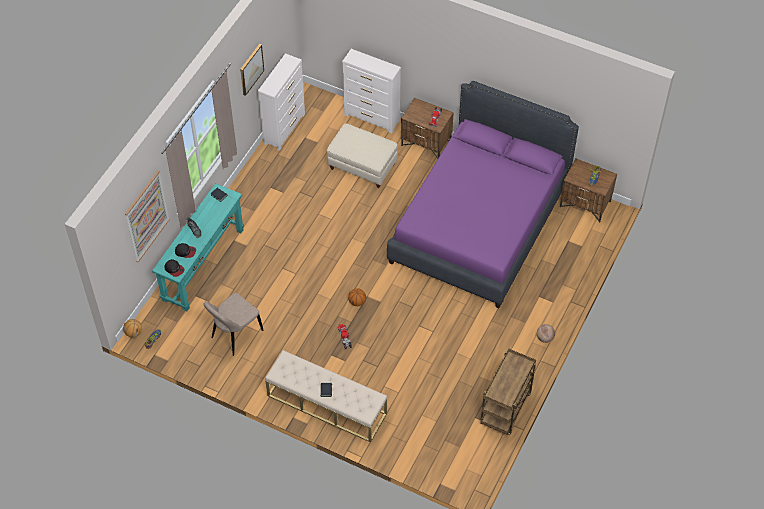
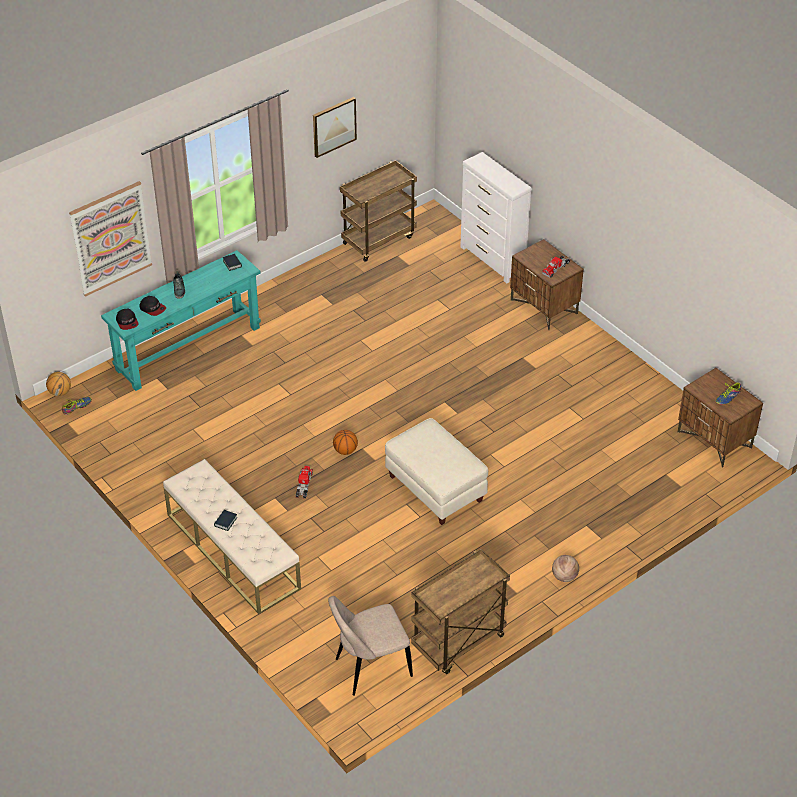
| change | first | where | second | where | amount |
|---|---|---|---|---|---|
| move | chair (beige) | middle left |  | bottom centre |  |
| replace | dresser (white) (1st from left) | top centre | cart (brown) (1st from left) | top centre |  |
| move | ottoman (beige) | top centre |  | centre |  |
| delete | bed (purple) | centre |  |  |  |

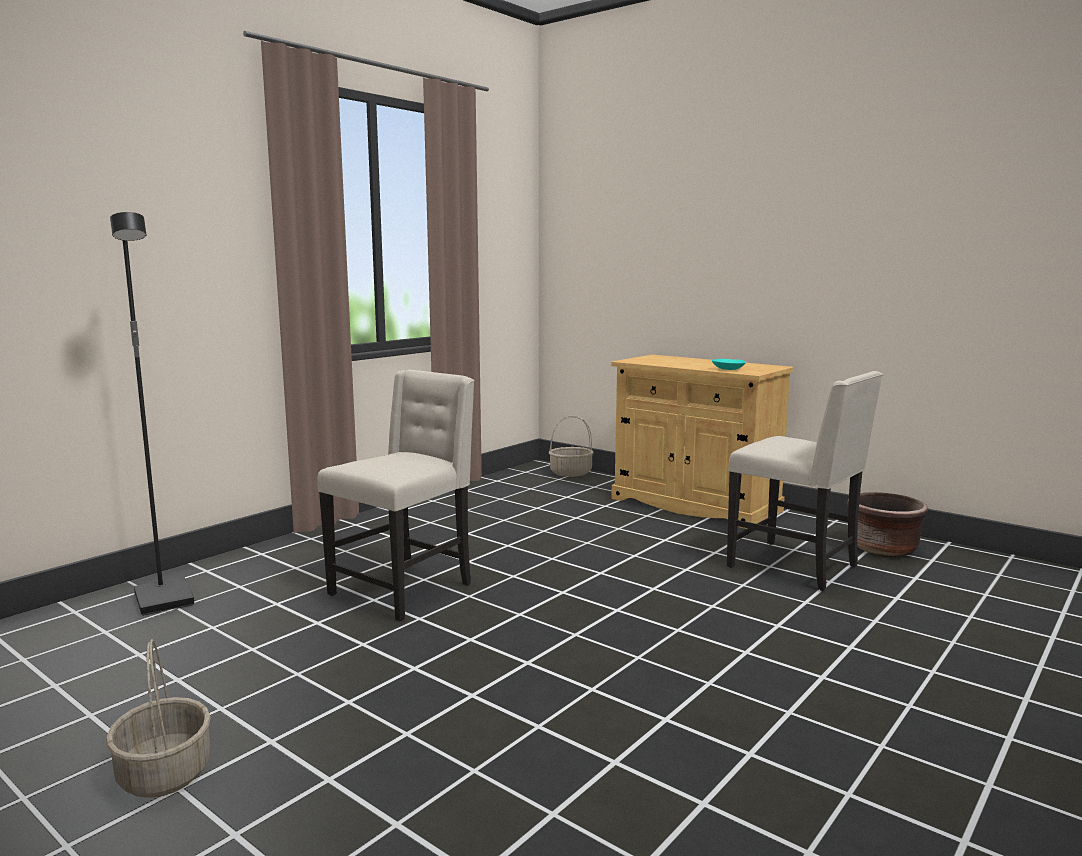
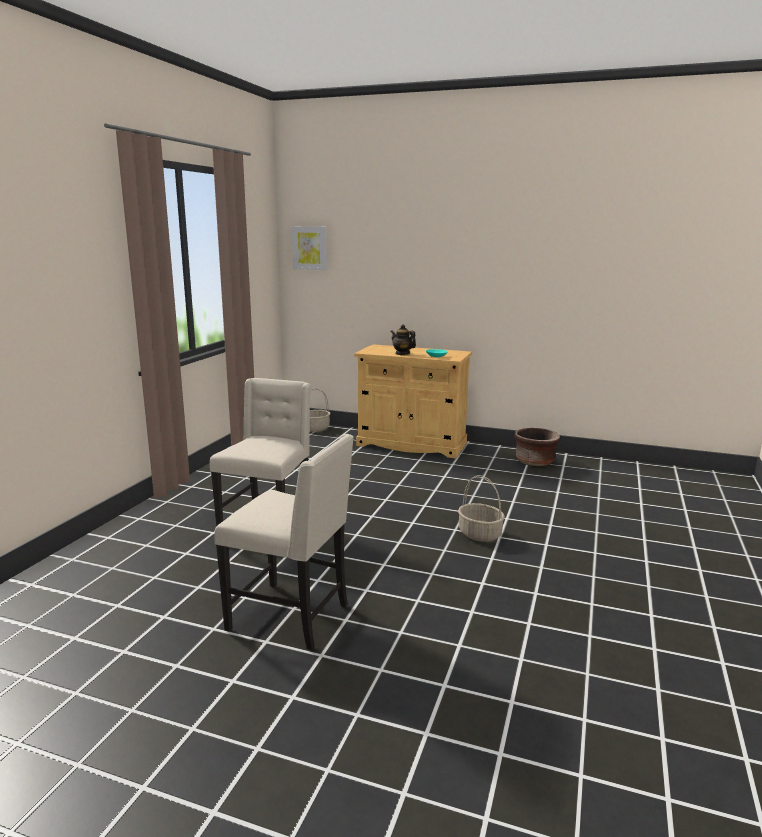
| change | first | where | second | where | amount |
|---|---|---|---|---|---|
| move | chair (beige) (2nd from left) | middle right |  | centre |  |
| insert |  |  | picture | top centre |  |
| insert |  |  | teapot | centre |  |
| move | basket (1st from left in the first image) | bottom left | basket (2nd from left) | centre |  |
| delete | floor lamp (black) | middle left |  |  |  |

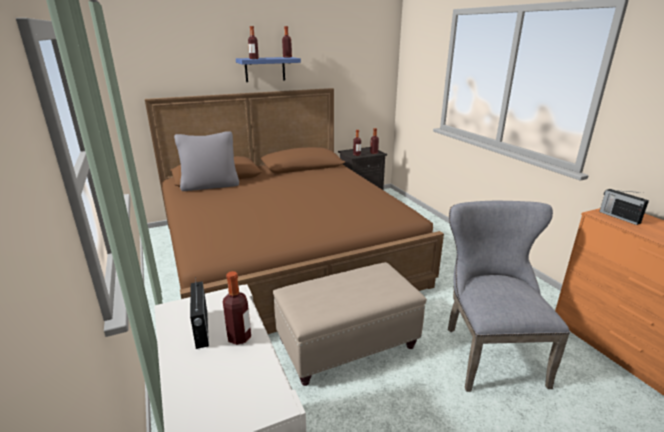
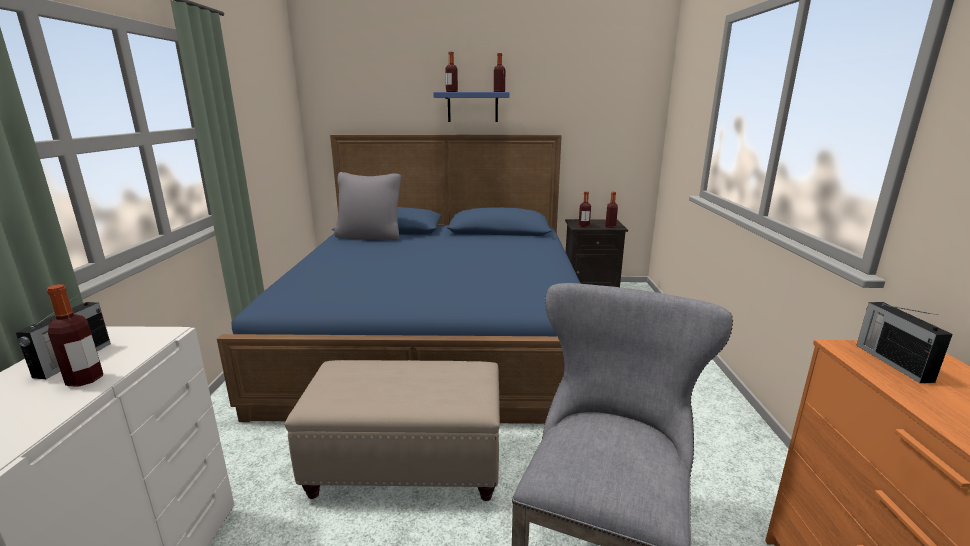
| change | first | where | second | where | amount |
|---|---|---|---|---|---|
| recolor | bed (brown) | centre | bed (blue) | centre |  |

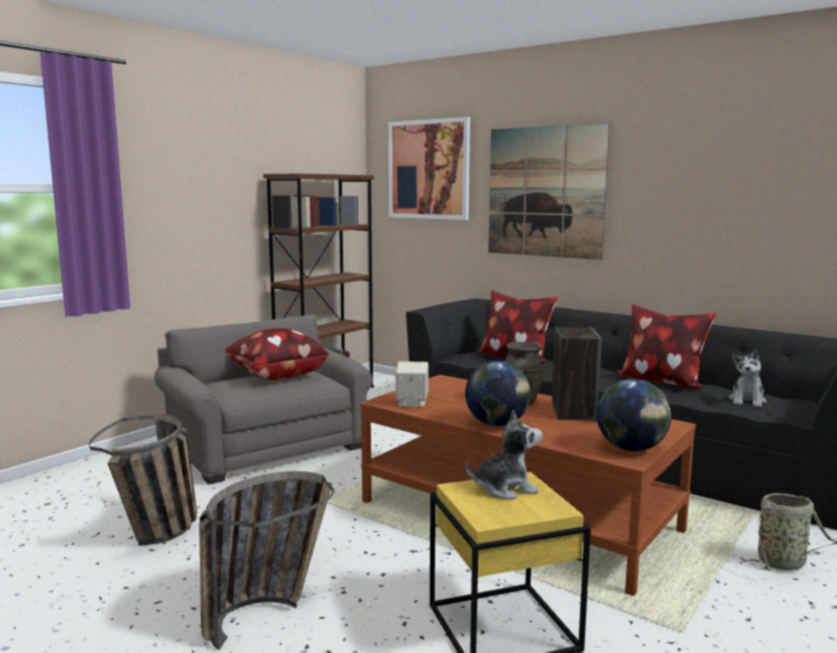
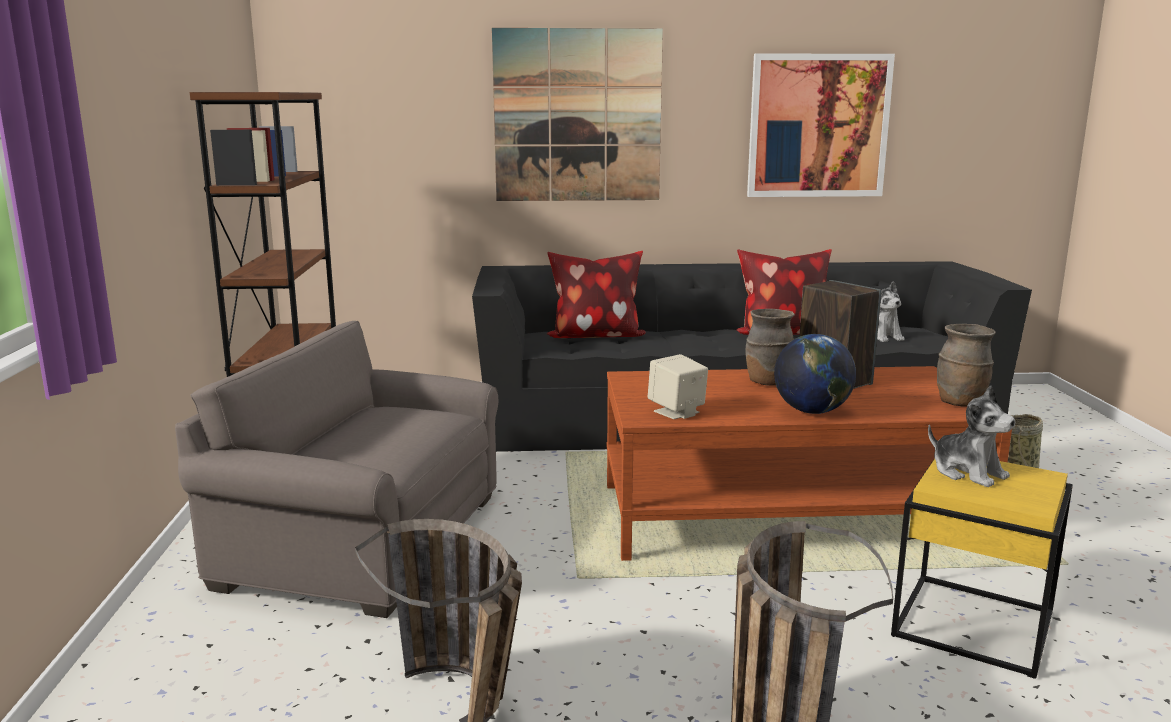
| change | first | where | second | where | amount |
|---|---|---|---|---|---|
| move | picture (1st from left in the first image) | top centre | picture (2nd from left) | top right |  |
| rotate | plush toy (1st from left in the first image) | bottom centre | plush toy (2nd from left) | middle right | 105 degrees clockwise |
| replace | globe (2nd from left) | middle right | vase (brown) (2nd from left) | middle right |  |
| delete | pillow (1st from left) | middle left |  |  |  |

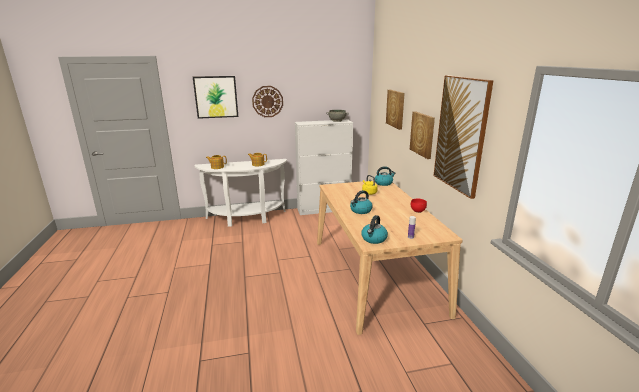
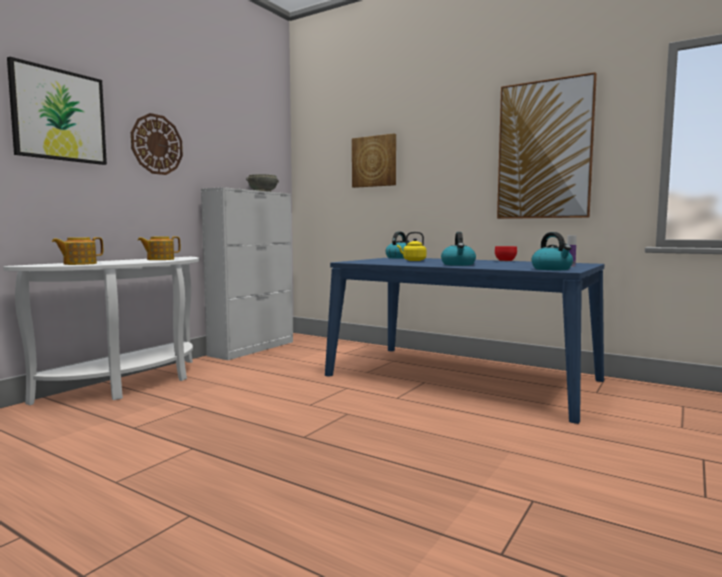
| change | first | where | second | where | amount |
|---|---|---|---|---|---|
| recolor | dining table (beige) | centre | dining table (blue) | centre |  |
| delete | picture (3rd from left) | centre |  |  |  |

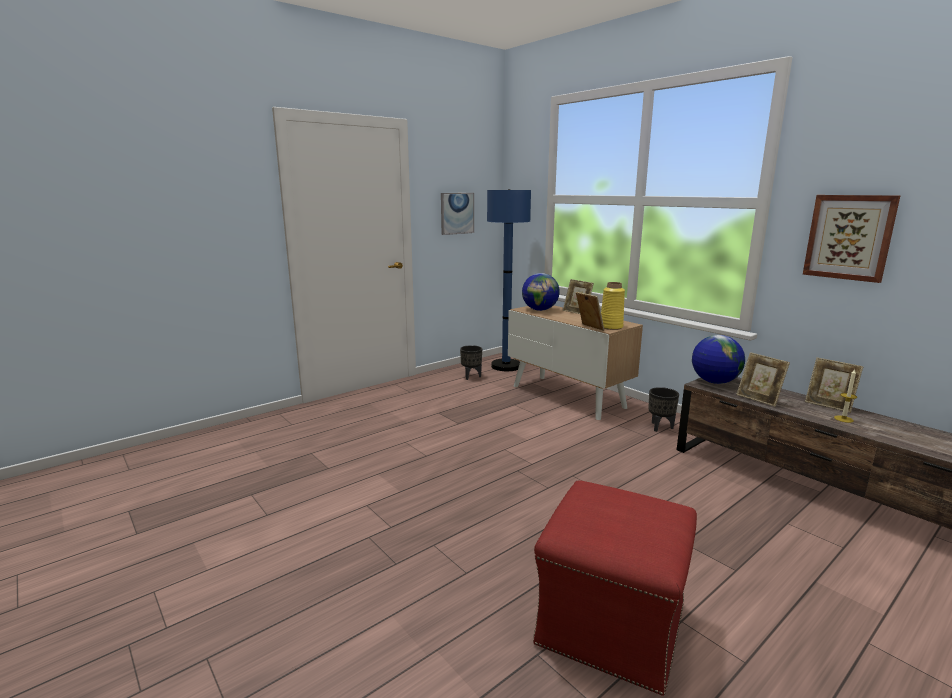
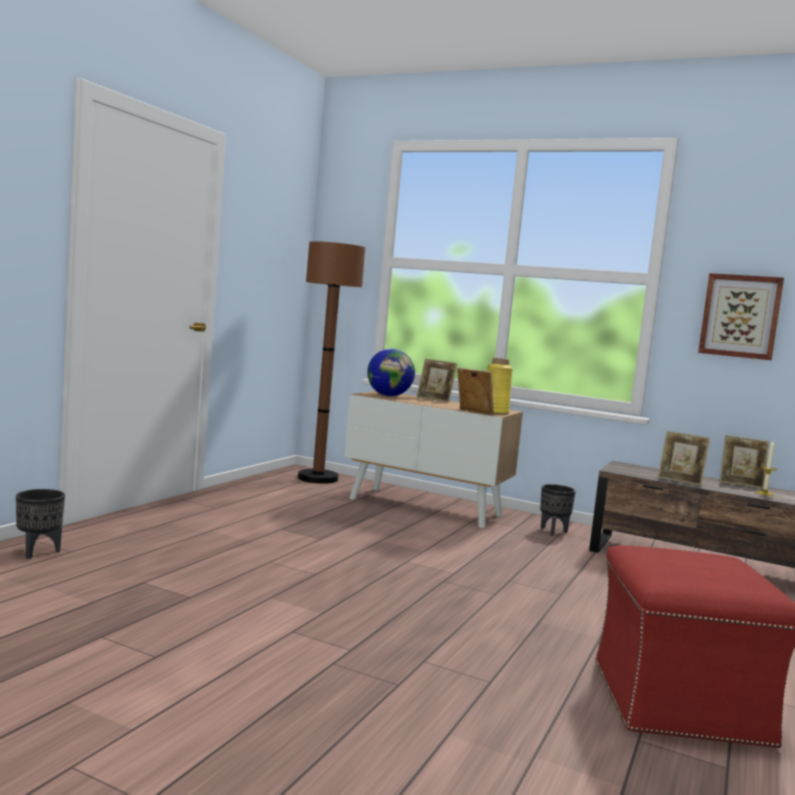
| change | first | where | second | where | amount |
|---|---|---|---|---|---|
| move | planter (black) (1st from left) | centre |  | middle left |  |
| recolor | floor lamp (blue) | centre | floor lamp (brown) | centre |  |
| delete | picture (1st from left) | top centre |  |  |  |
| delete | globe (2nd from left) | middle right |  |  |  |

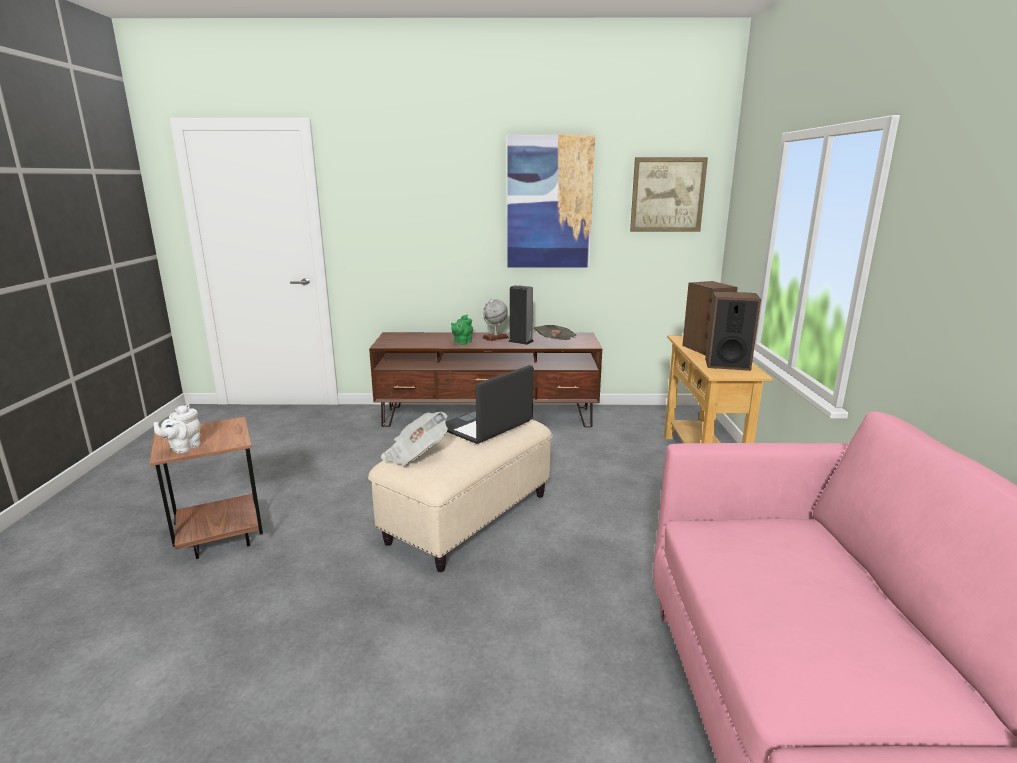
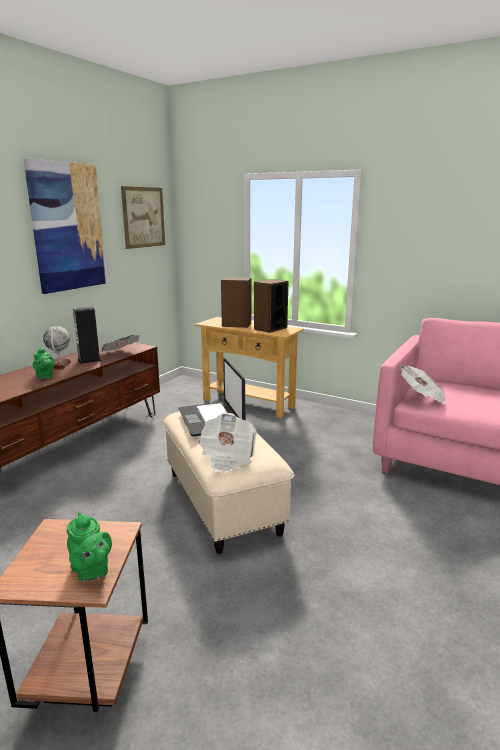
| change | first | where | second | where | amount |
|---|---|---|---|---|---|
| recolor | teapot (white) | middle left | teapot (green) (2nd from left) | bottom left |  |
| insert |  |  | newspaper (3rd from left) | middle right |  |

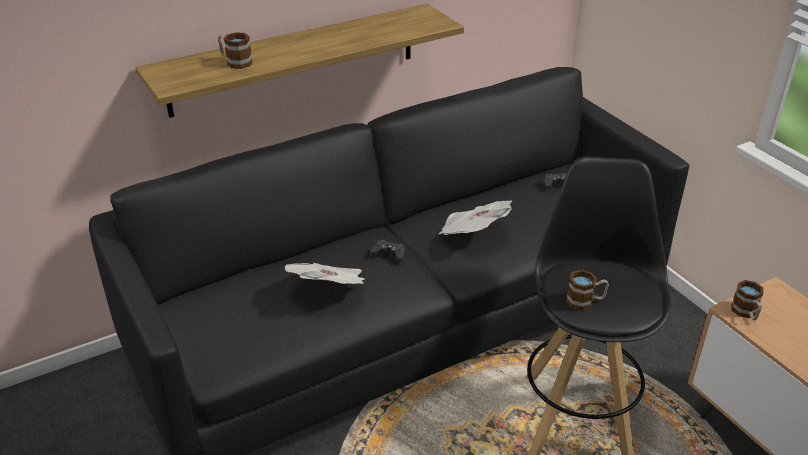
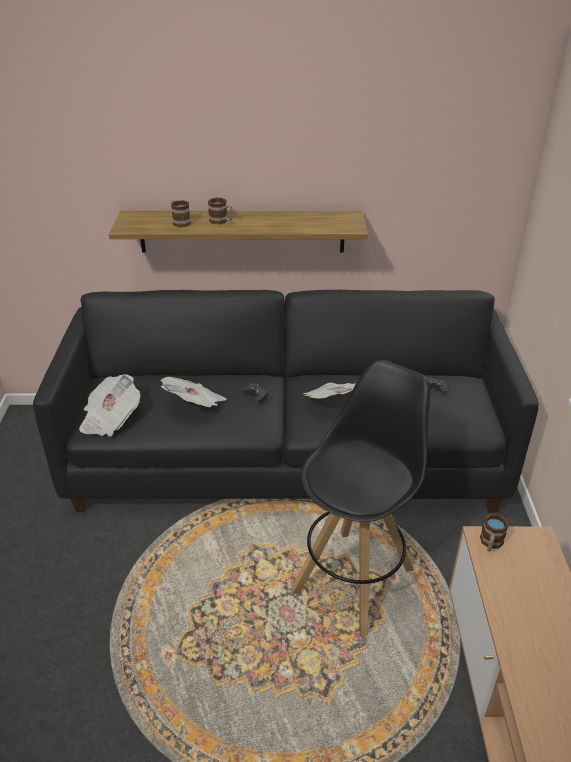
| change | first | where | second | where | amount |
|---|---|---|---|---|---|
| insert |  |  | newspaper (1st from left) | middle left |  |
| move | mug (2nd from left) | middle right |  | top centre |  |

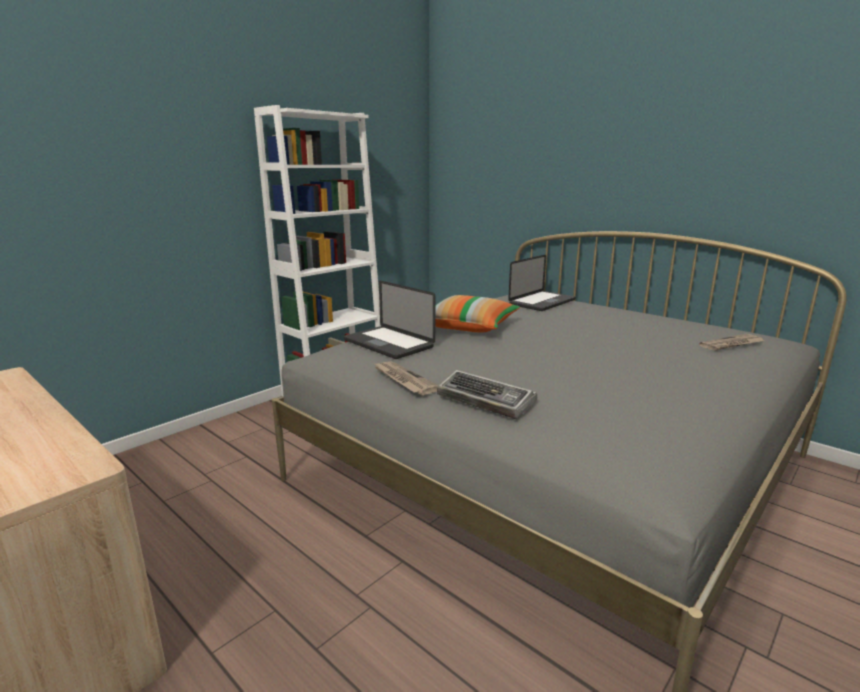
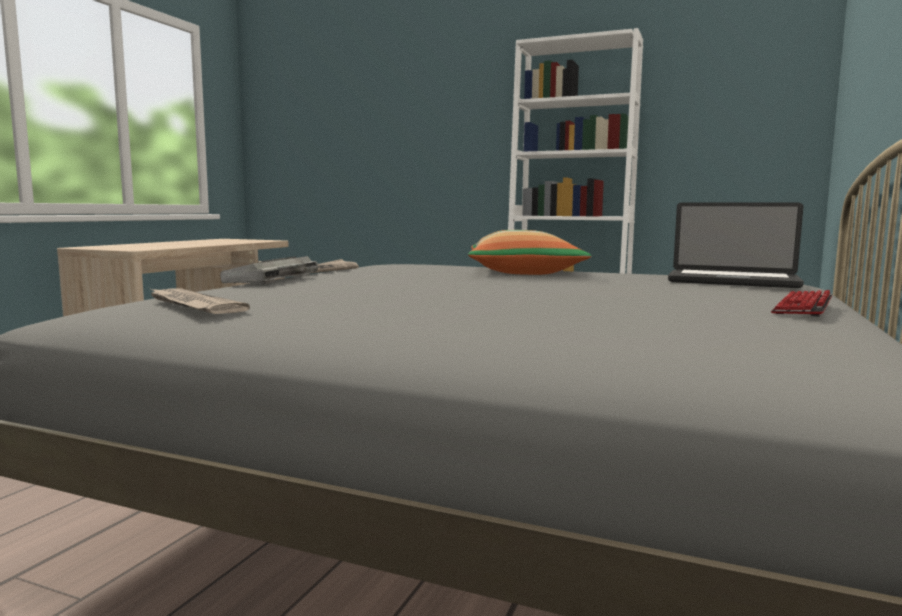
| change | first | where | second | where | amount |
|---|---|---|---|---|---|
| move | newspaper (2nd from left in the first image) | middle right | newspaper (1st from left) | middle left |  |
| insert |  |  | keyboard (2nd from left) | middle right |  |
| delete | laptop (1st from left) | centre |  |  |  |

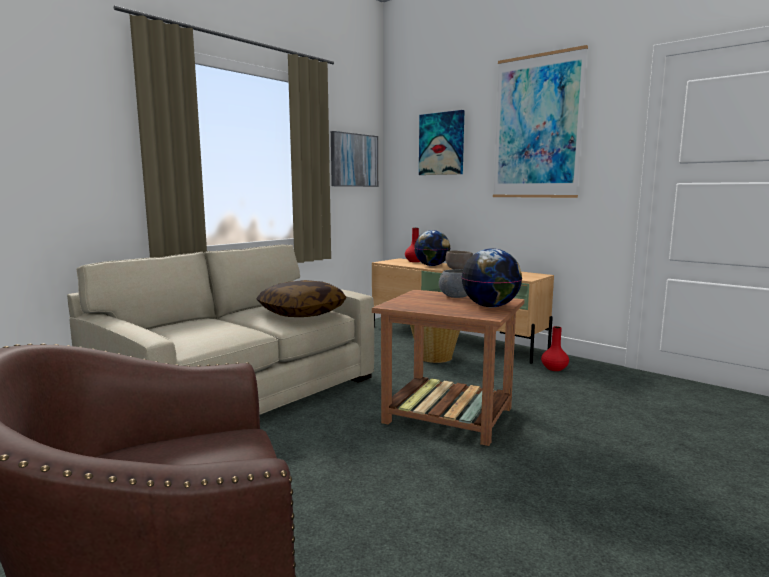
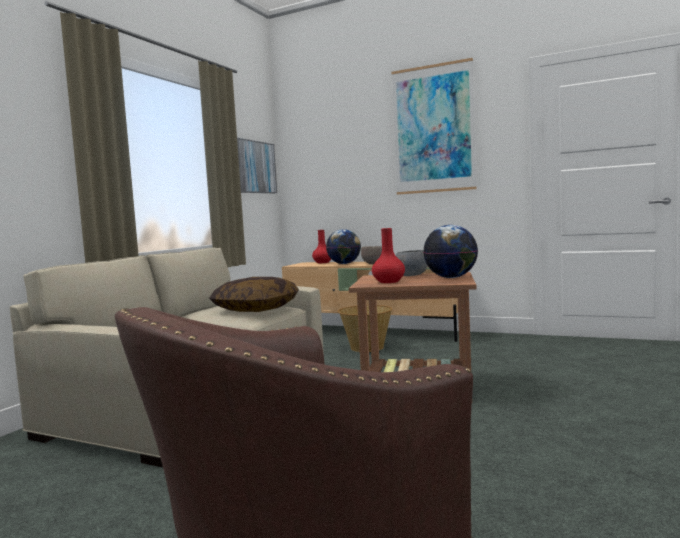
| change | first | where | second | where | amount |
|---|---|---|---|---|---|
| move | vase (red) (2nd from left) | middle right |  | centre |  |
| delete | picture (2nd from left) | top centre |  |  |  |

